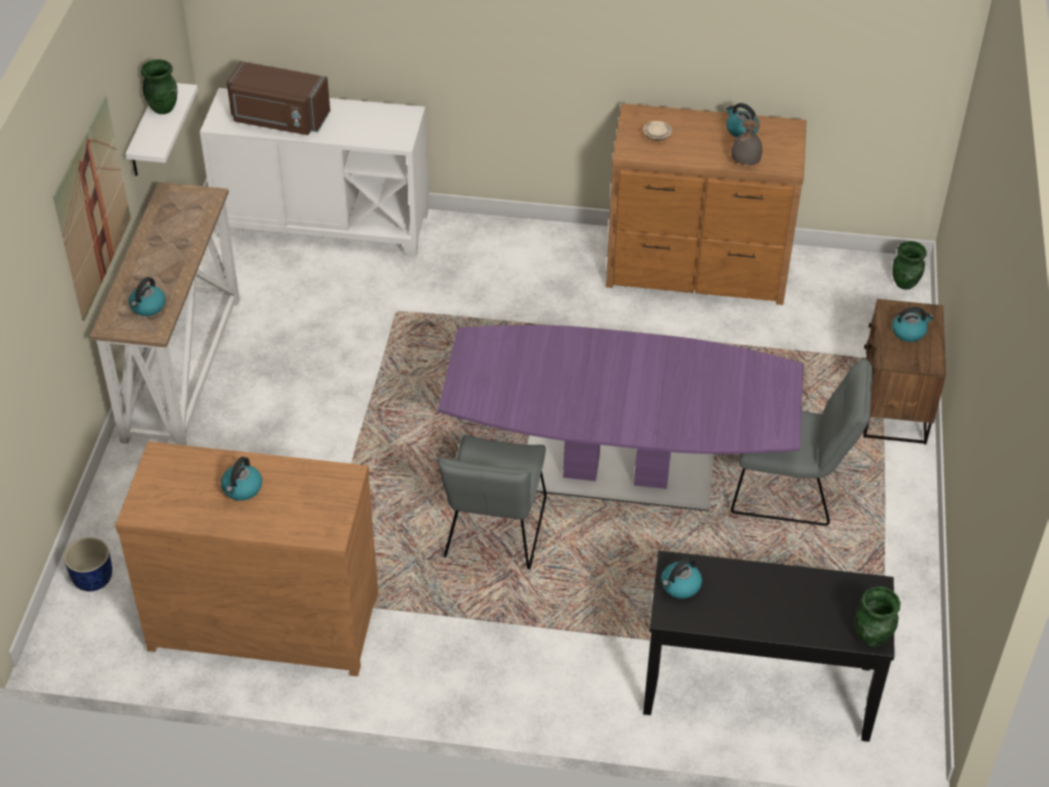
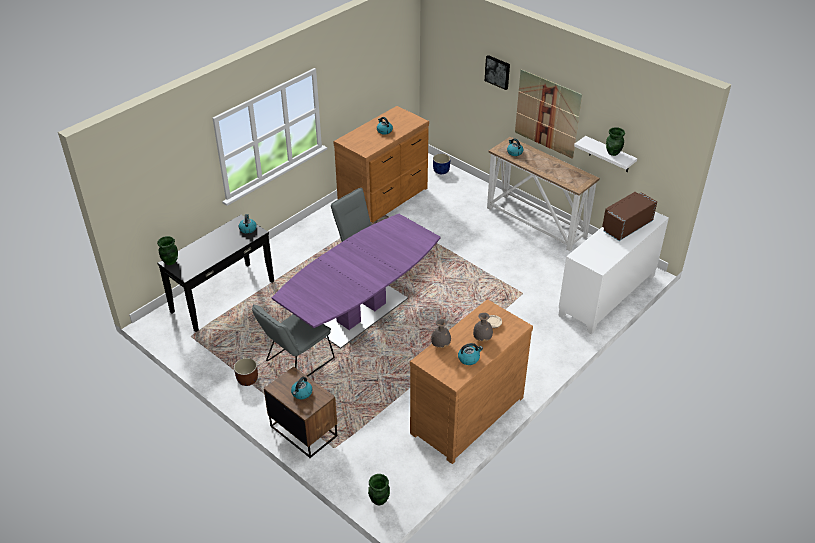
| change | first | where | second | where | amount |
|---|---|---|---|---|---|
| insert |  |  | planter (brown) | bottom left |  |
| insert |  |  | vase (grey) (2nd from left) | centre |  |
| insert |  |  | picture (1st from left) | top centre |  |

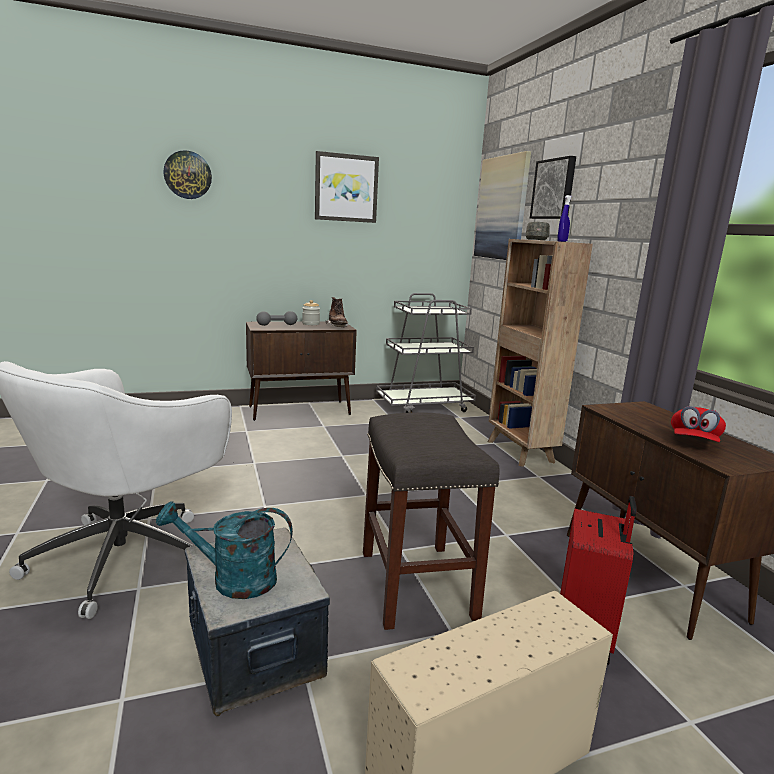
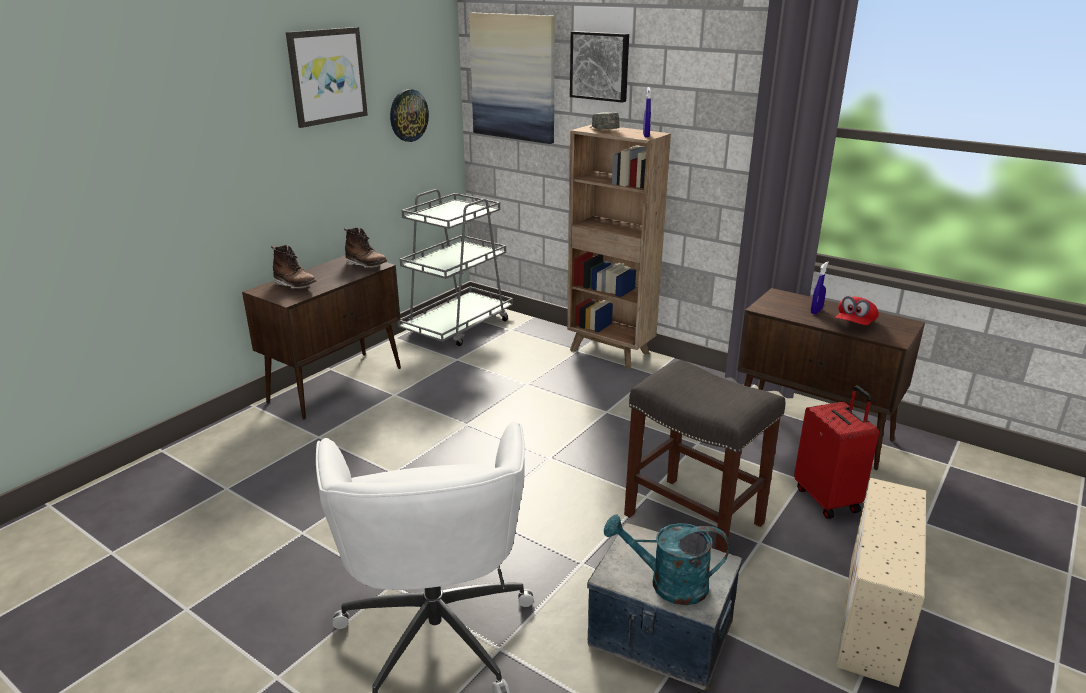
| change | first | where | second | where | amount |
|---|---|---|---|---|---|
| replace | dumbbell (grey) | centre | boot (brown) (1st from left) | middle left |  |
| move | wall clock | top left |  | top centre |  |
| rotate | watering can (turquoise) | bottom left |  | bottom centre | 45 degrees clockwise |
| insert |  |  | spray bottle (blue) (2nd from left) | middle right |  |
| rotate | cap (red) | middle right |  | middle right | 45 degrees clockwise |
| delete | jar | centre |  |  |  |

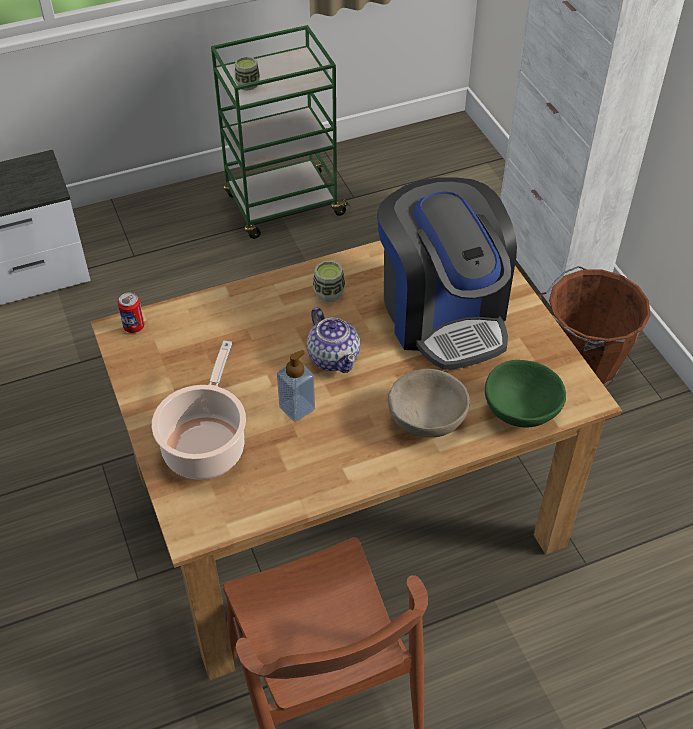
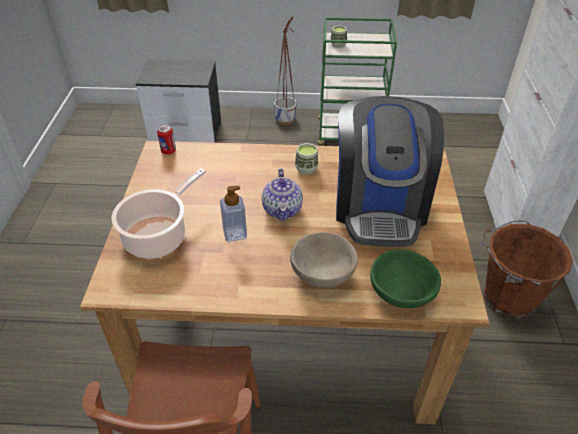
| change | first | where | second | where | amount |
|---|---|---|---|---|---|
| insert |  |  | planter | top centre |  |

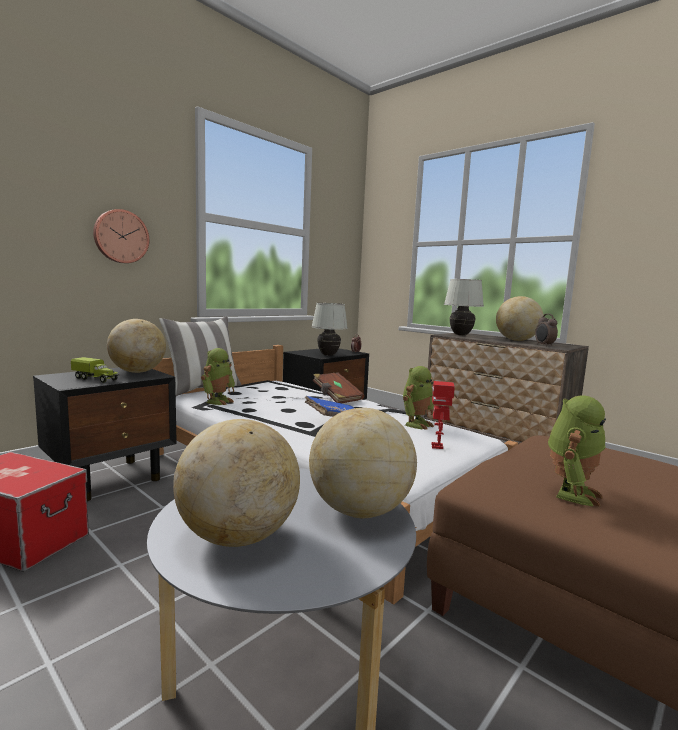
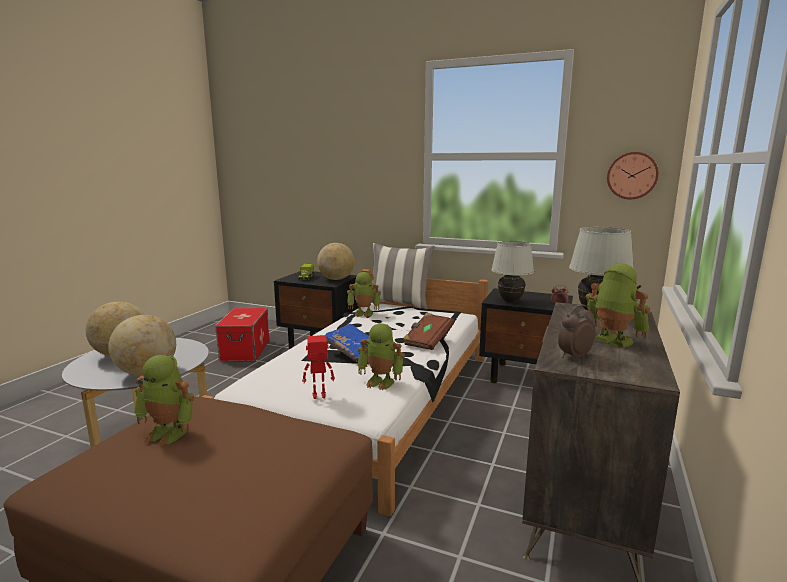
| change | first | where | second | where | amount |
|---|---|---|---|---|---|
| replace | globe (4th from left) | middle right | toy robot (5th from left) | middle right |  |
| move | wall clock | top left |  | top right |  |

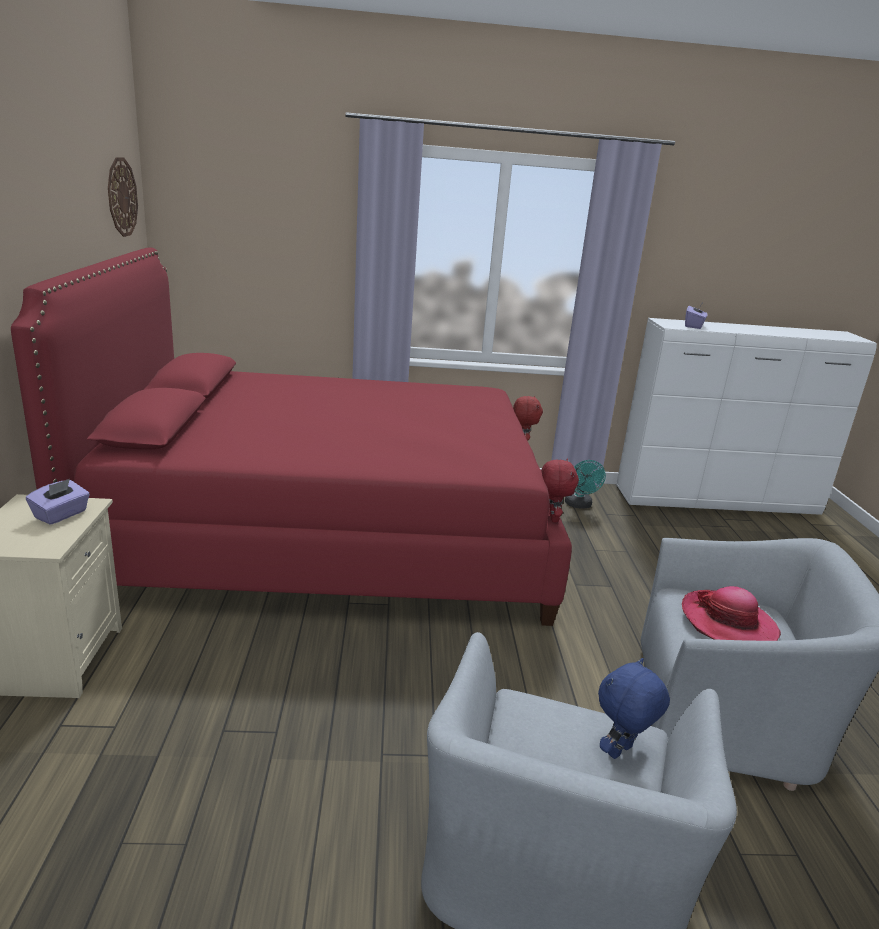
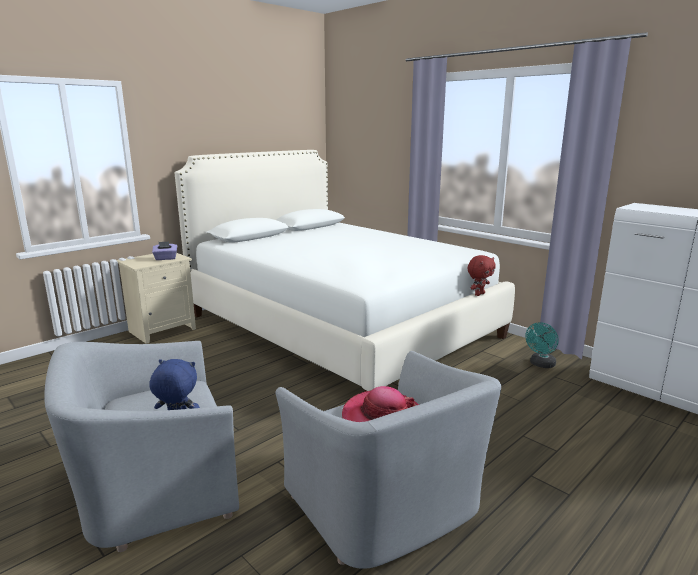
| change | first | where | second | where | amount |
|---|---|---|---|---|---|
| recolor | bed (red) | middle left | bed (white) | centre |  |
| delete | wall clock | top left |  |  |  |
| delete | plush toy (red) (2nd from left) | centre |  |  |  |
| delete | tissue box (purple) (2nd from left) | middle right |  |  |  |

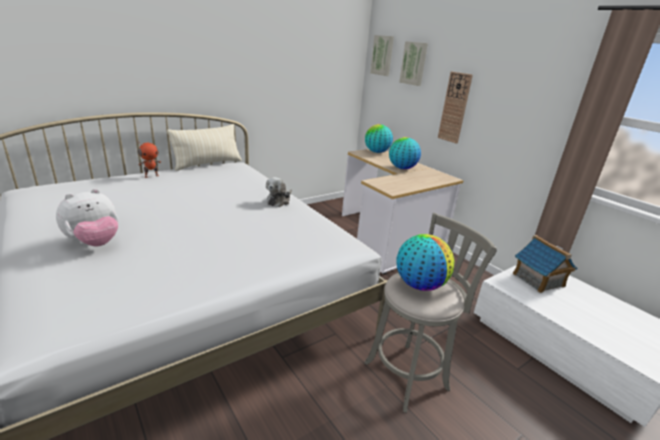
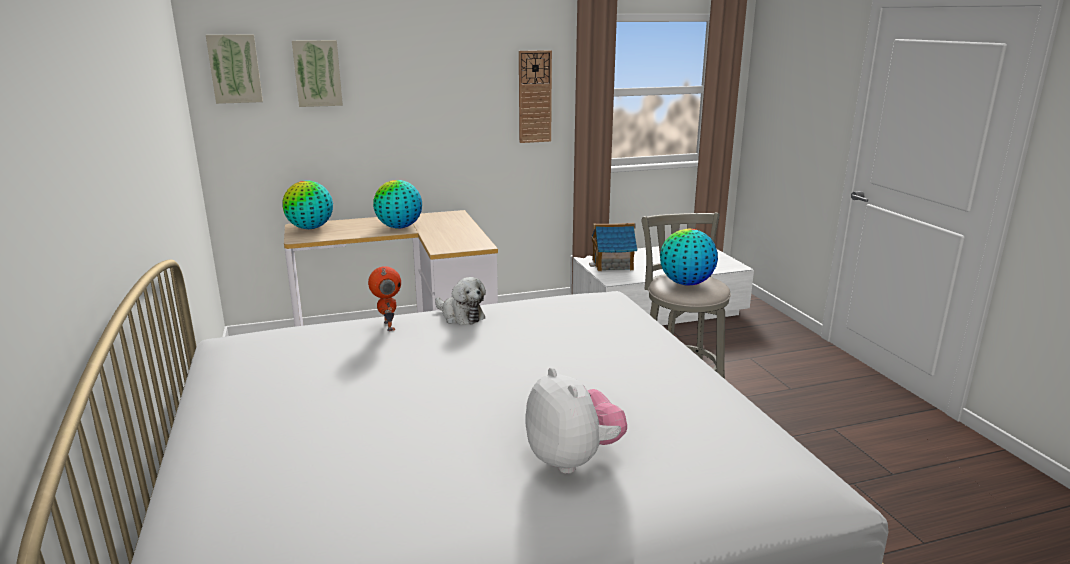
| change | first | where | second | where | amount |
|---|---|---|---|---|---|
| move | toy robot | middle left |  | centre |  |
| move | wall clock | top right |  | top centre |  |
| delete | pillow (beige) | middle left |  |  |  |

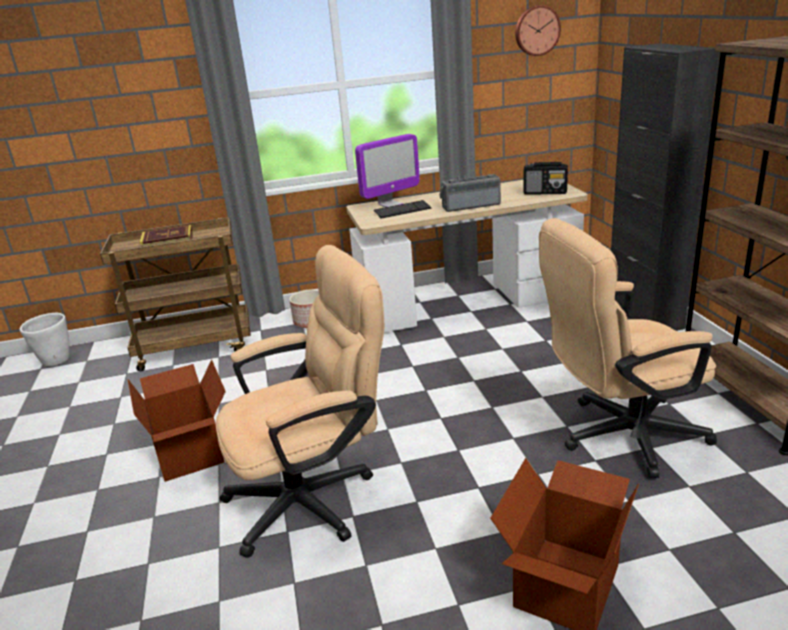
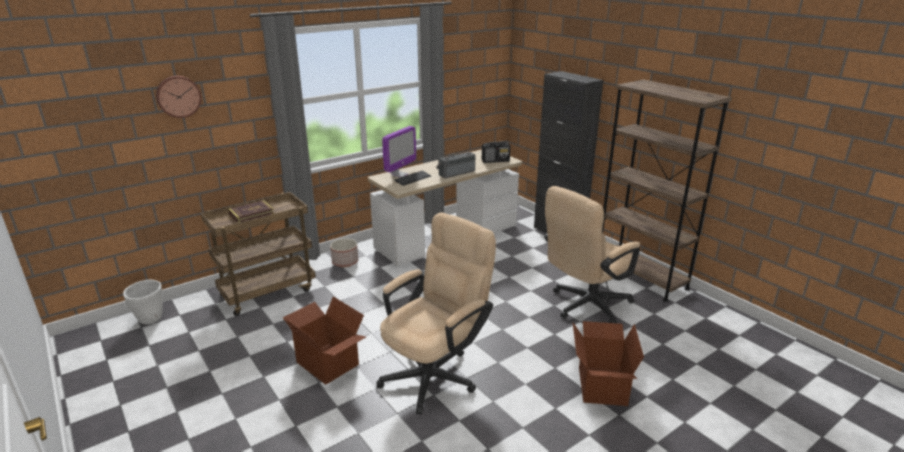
| change | first | where | second | where | amount |
|---|---|---|---|---|---|
| move | wall clock | top right |  | top left |  |

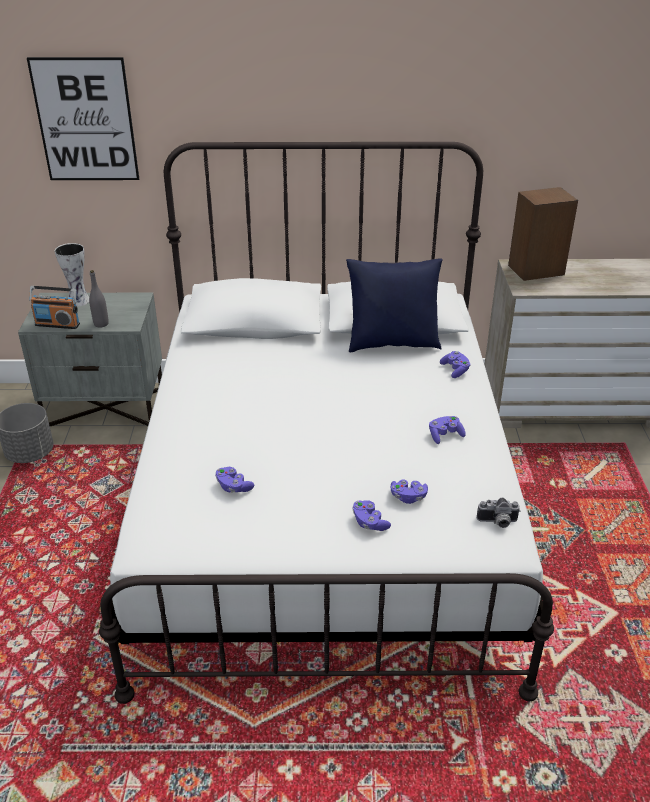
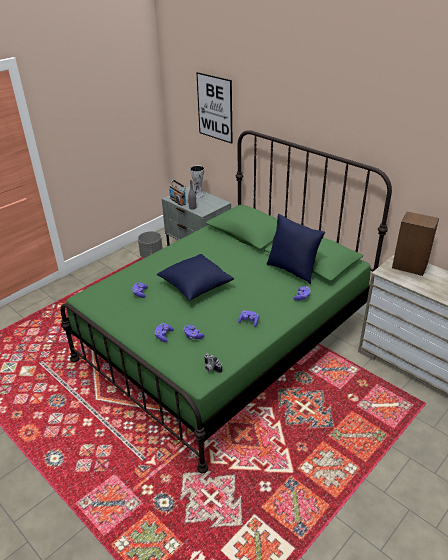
| change | first | where | second | where | amount |
|---|---|---|---|---|---|
| recolor | bed (white) | centre | bed (green) | centre |  |
| insert |  |  | pillow (blue) (1st from left) | centre |  |

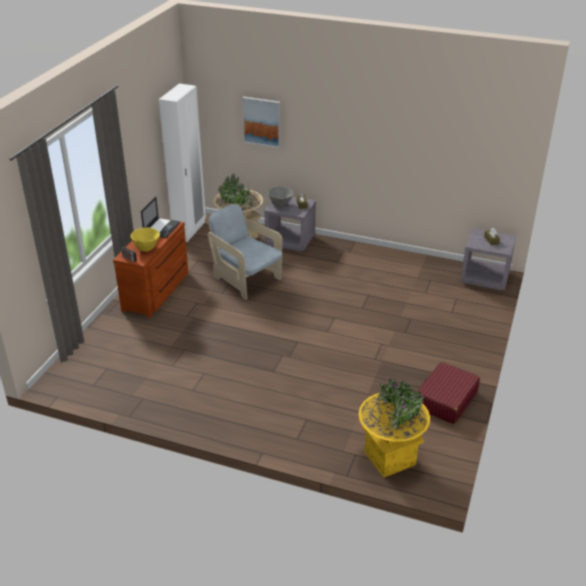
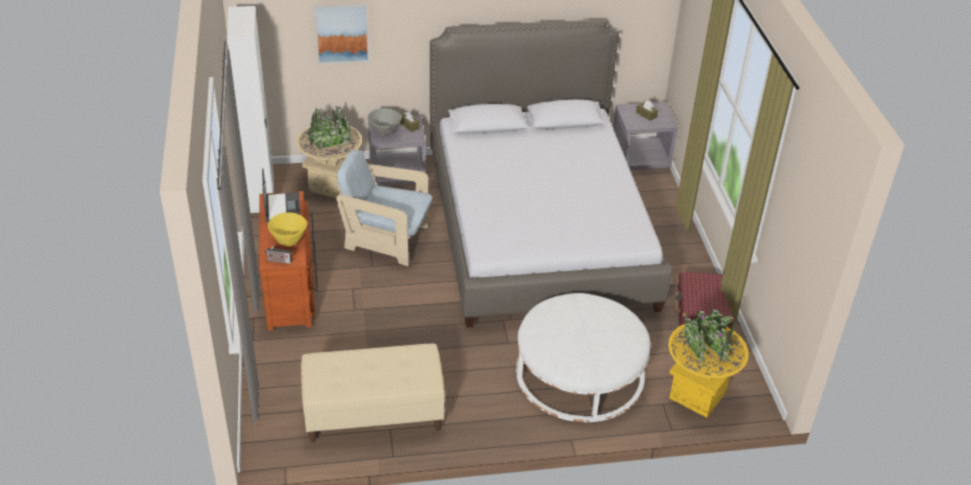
| change | first | where | second | where | amount |
|---|---|---|---|---|---|
| insert |  |  | bench (beige) | bottom centre |  |
| insert |  |  | bed | centre |  |
| insert |  |  | ottoman (white) | bottom centre |  |

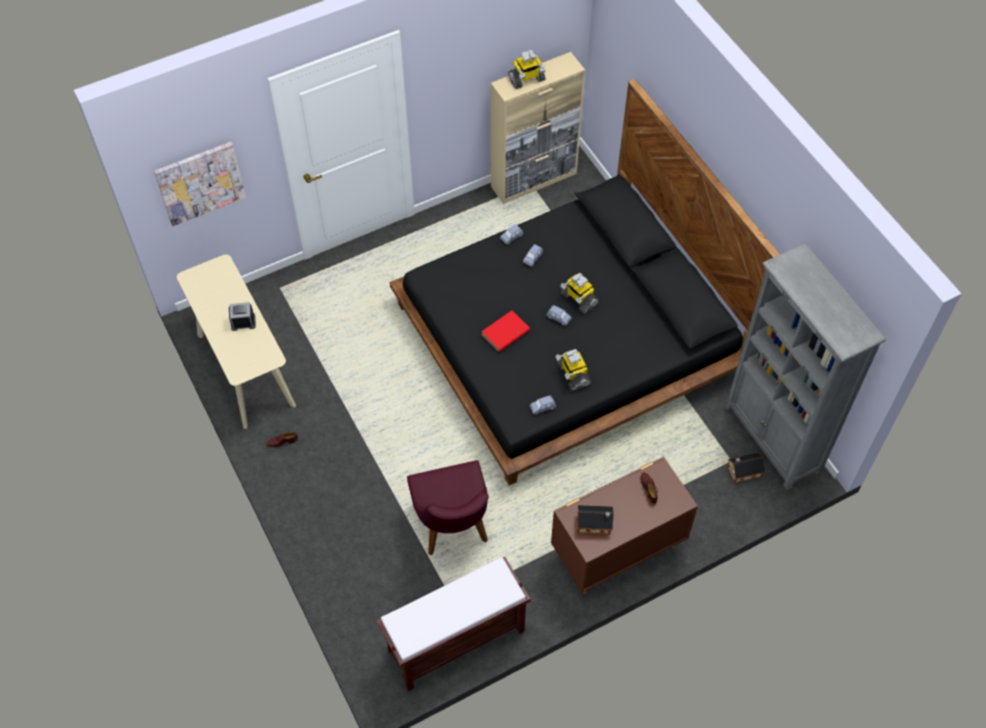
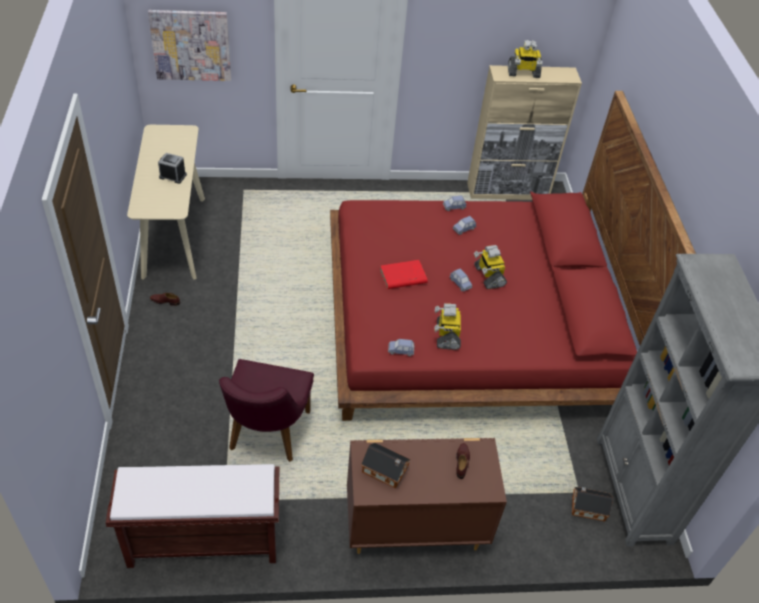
| change | first | where | second | where | amount |
|---|---|---|---|---|---|
| recolor | bed (black) | centre | bed (red) | middle right |  |

